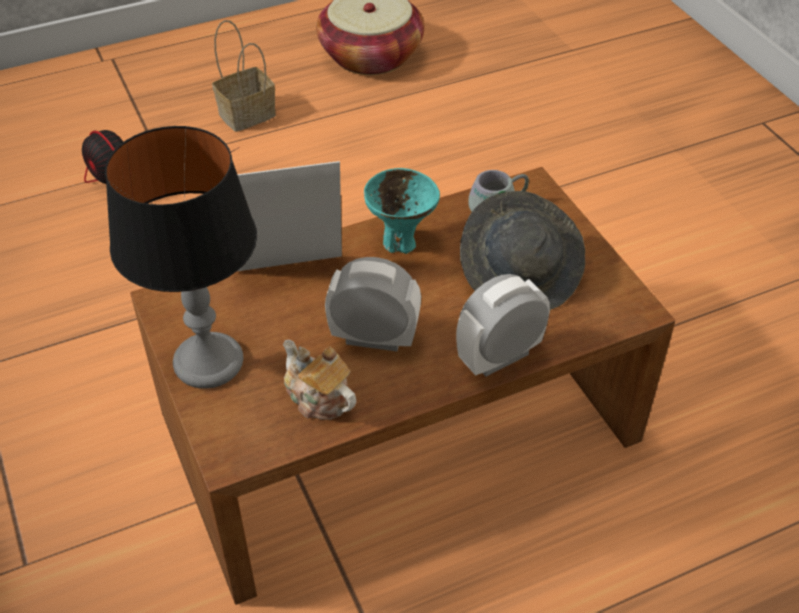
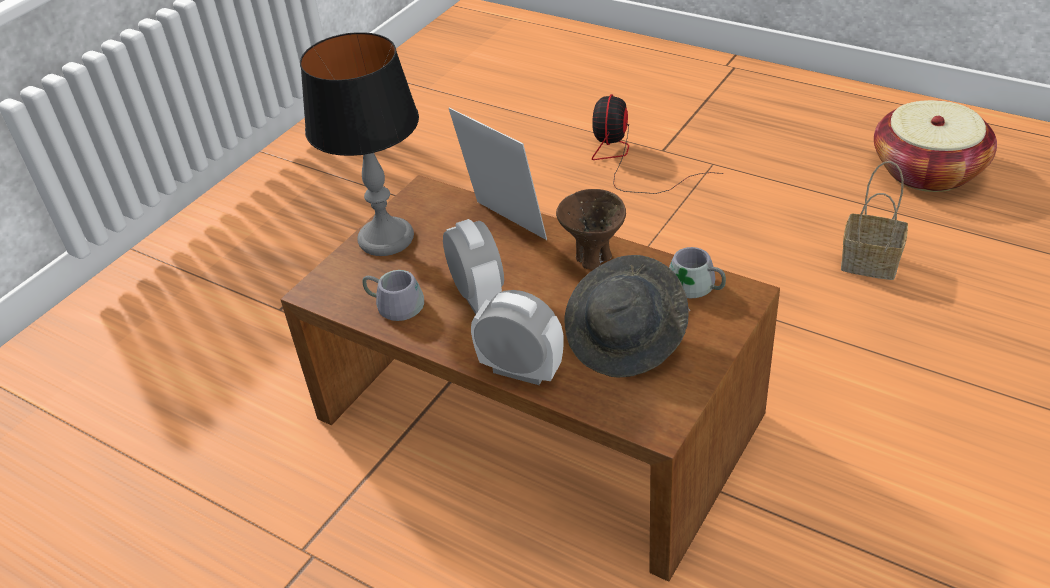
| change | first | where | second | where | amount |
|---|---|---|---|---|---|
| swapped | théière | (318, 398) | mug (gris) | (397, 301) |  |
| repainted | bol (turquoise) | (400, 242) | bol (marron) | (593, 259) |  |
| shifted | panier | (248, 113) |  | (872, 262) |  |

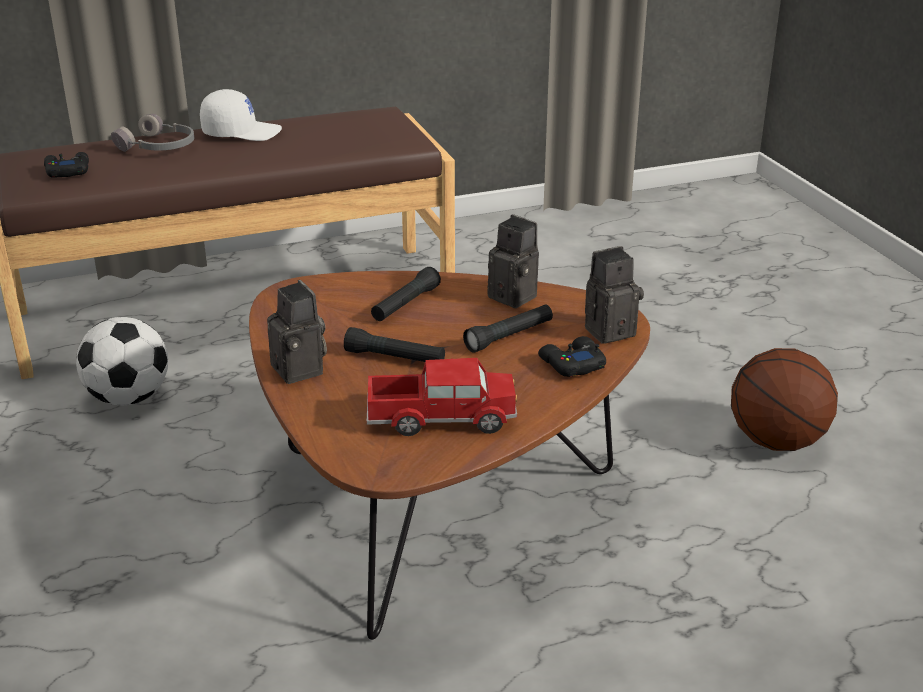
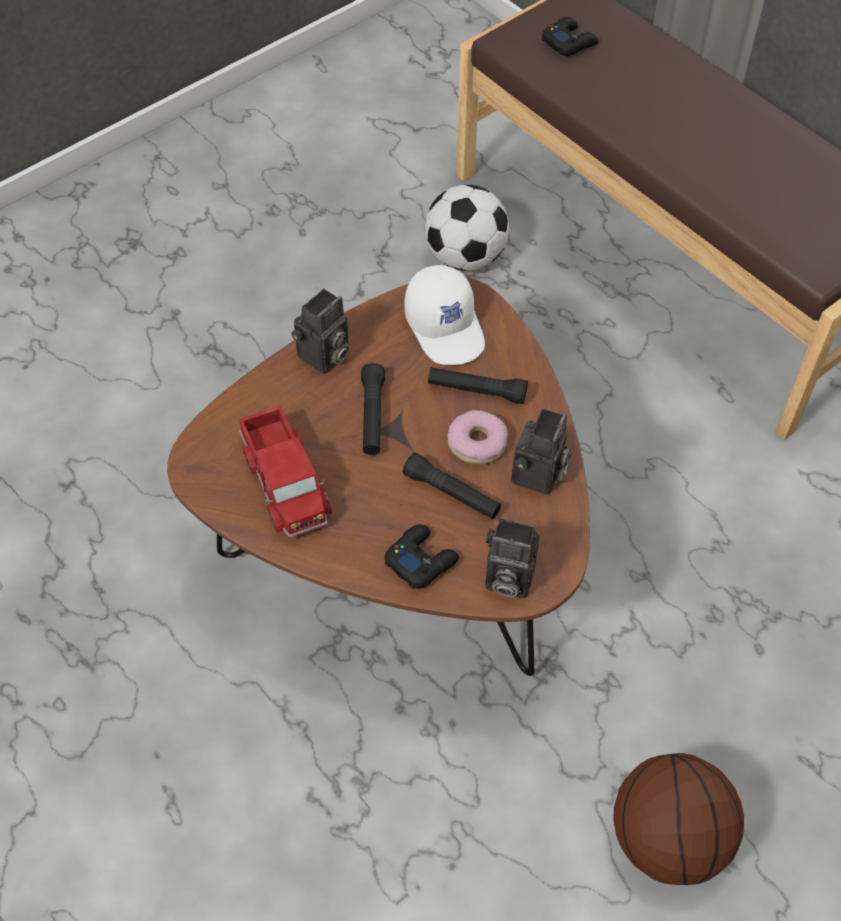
| change | first | where | second | where | amount |
|---|---|---|---|---|---|
| shifted | casquette (blanc) | (241, 132) |  | (446, 327) |  |
| new |  |  | beignet | (477, 443) |  |
| rotated | appareil photo | (610, 330) |  | (506, 579) | 150 degrees clockwise |
| gone | casque audio (gris) | (158, 147) |  |  |  |

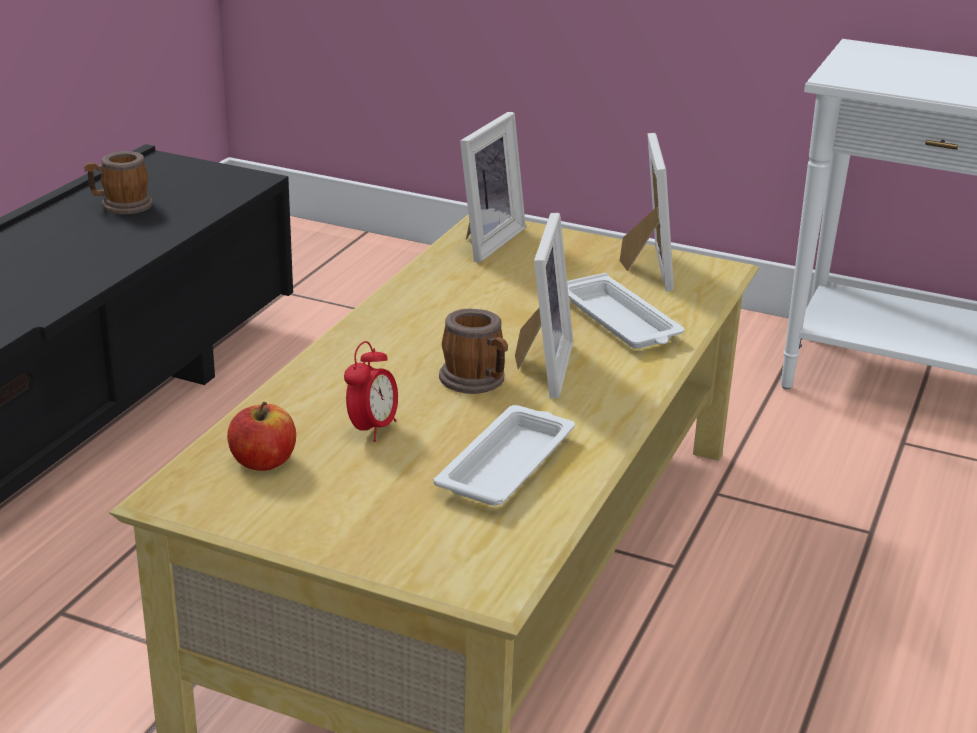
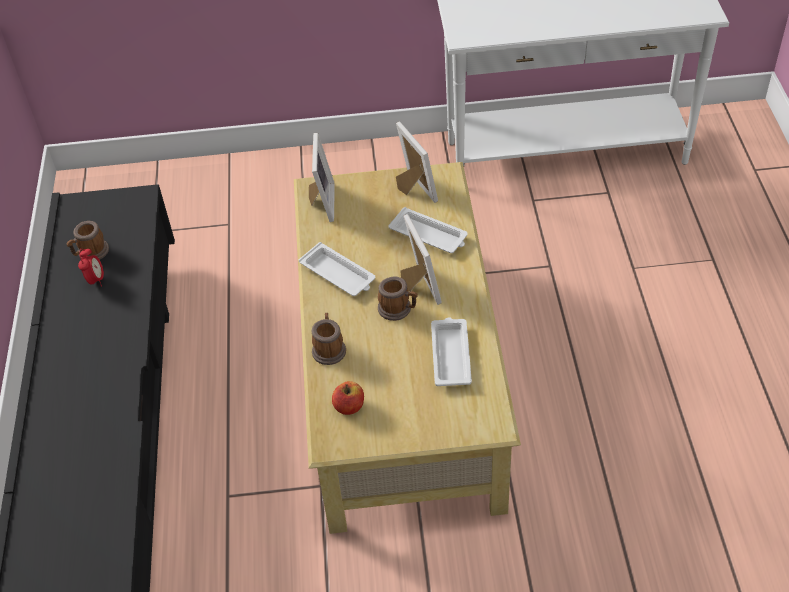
| change | first | where | second | where | amount |
|---|---|---|---|---|---|
| shifted | réveil | (372, 429) |  | (96, 280) |  |
| new |  |  | plateau (blanc) | (338, 274) |  |
| new |  |  | mug | (329, 348) |  |

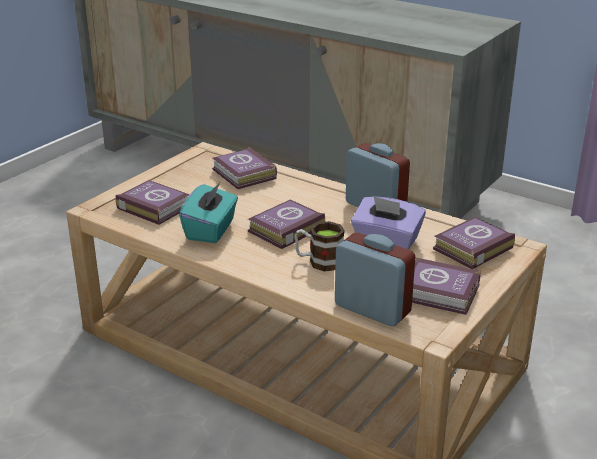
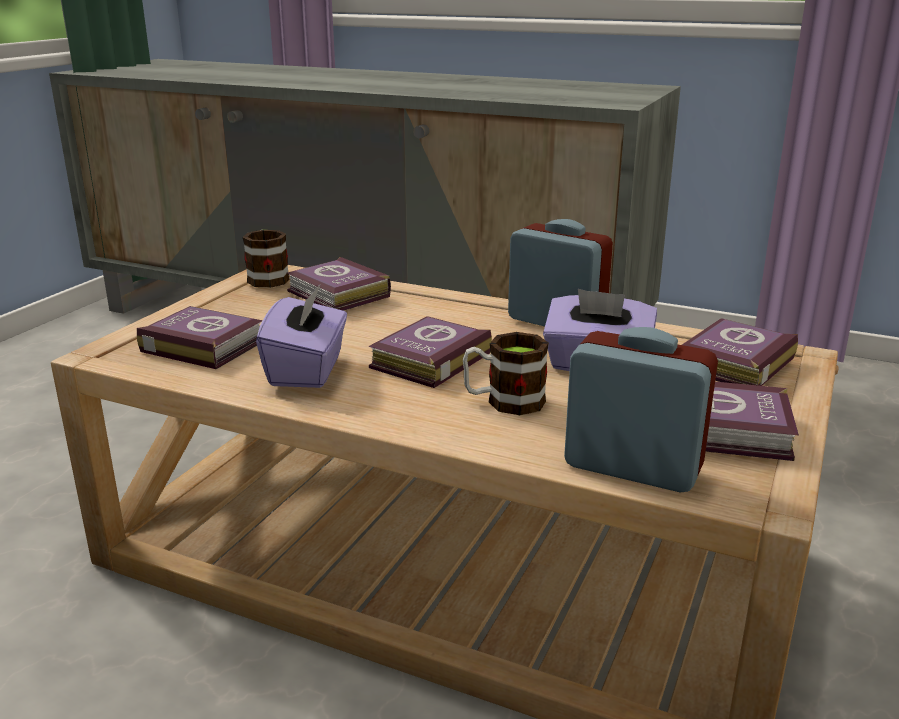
| change | first | where | second | where | amount |
|---|---|---|---|---|---|
| new |  |  | mug | (267, 277) |  |
| repainted | boîte à mouchoirs (turquoise) | (211, 230) | boîte à mouchoirs (violet) | (307, 370) |  |

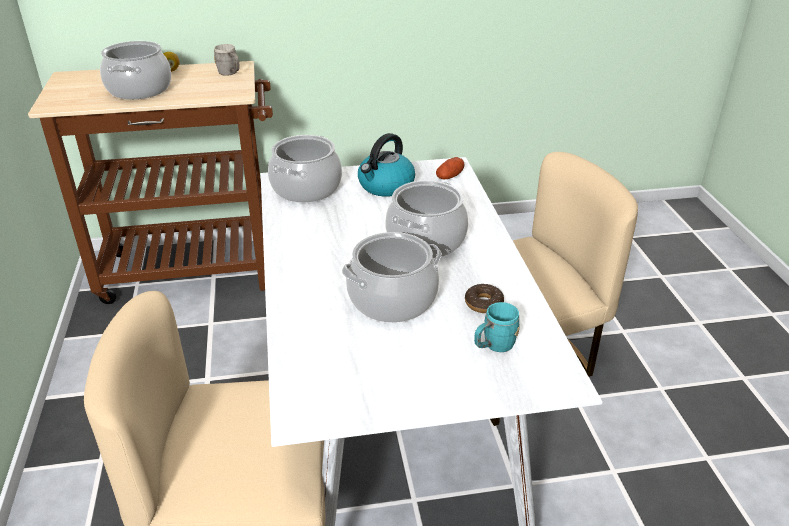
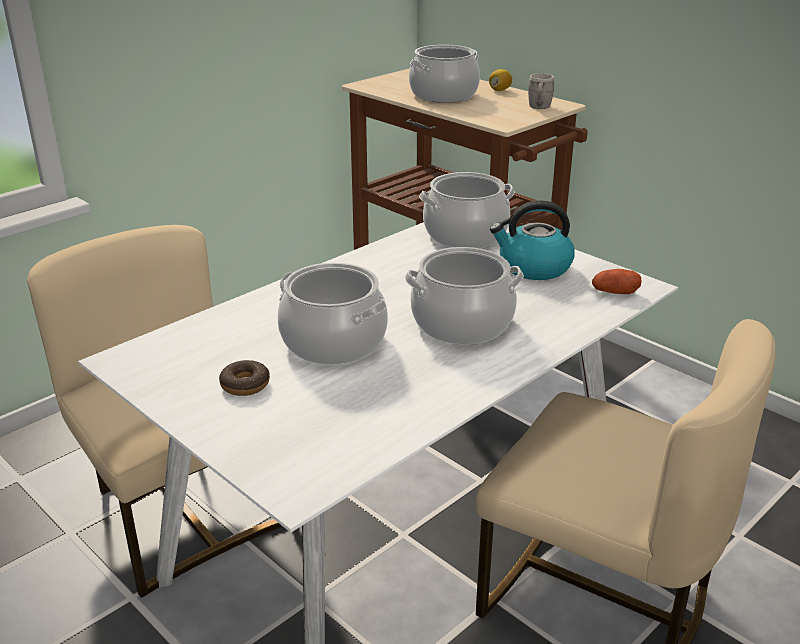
| change | first | where | second | where | amount |
|---|---|---|---|---|---|
| shifted | beignet | (483, 303) |  | (245, 385) |  |
| gone | mug (turquoise) | (494, 346) |  |  |  |

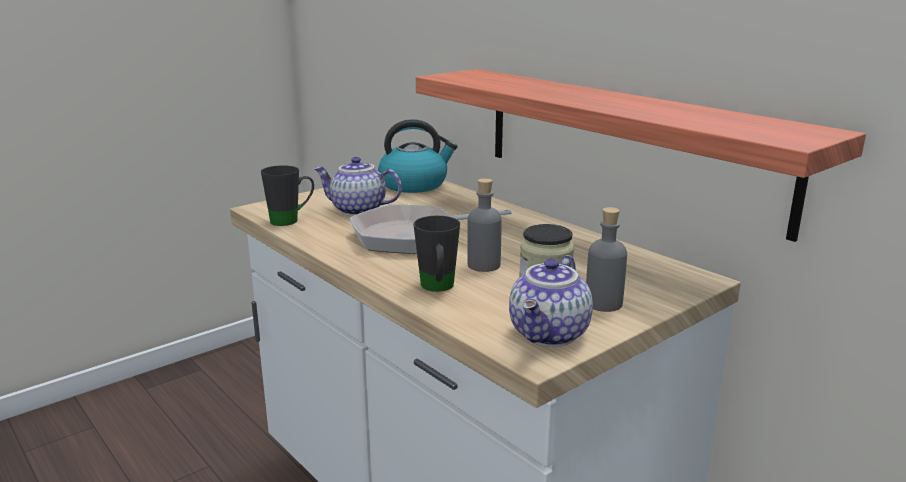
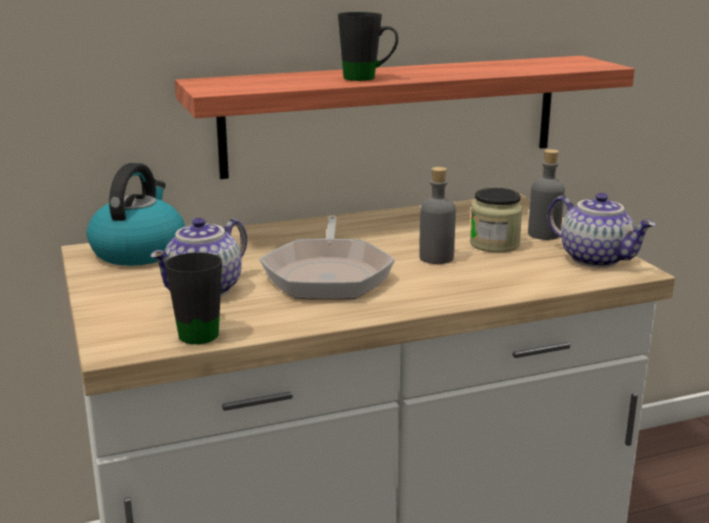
| change | first | where | second | where | amount |
|---|---|---|---|---|---|
| shifted | mug (noir) | (438, 289) |  | (368, 78) |  |

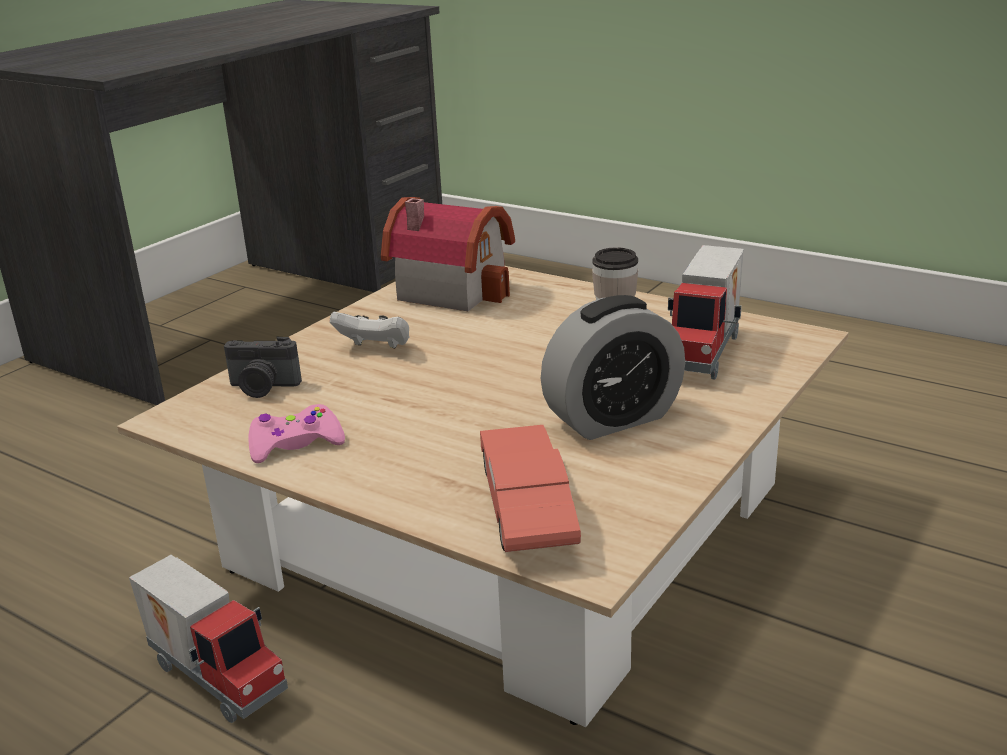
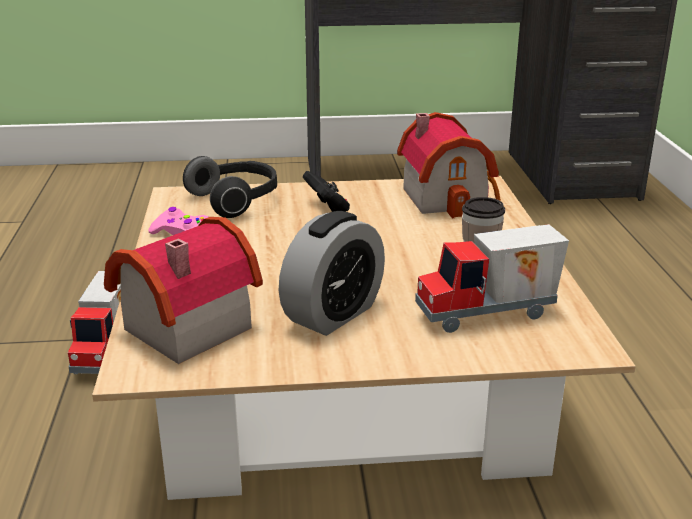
| change | first | where | second | where | amount |
|---|---|---|---|---|---|
| swapped | petite voiture (rouge) | (527, 509) | maison miniature | (180, 327) |  |
| swapped | appareil photo | (263, 387) | casque audio | (236, 201) |  |
| rotated | réveil | (613, 418) |  | (333, 314) | 75 degrees counterclockwise |
| repainted | manette (blanc) | (375, 348) | manette (noir) | (327, 208) |  |

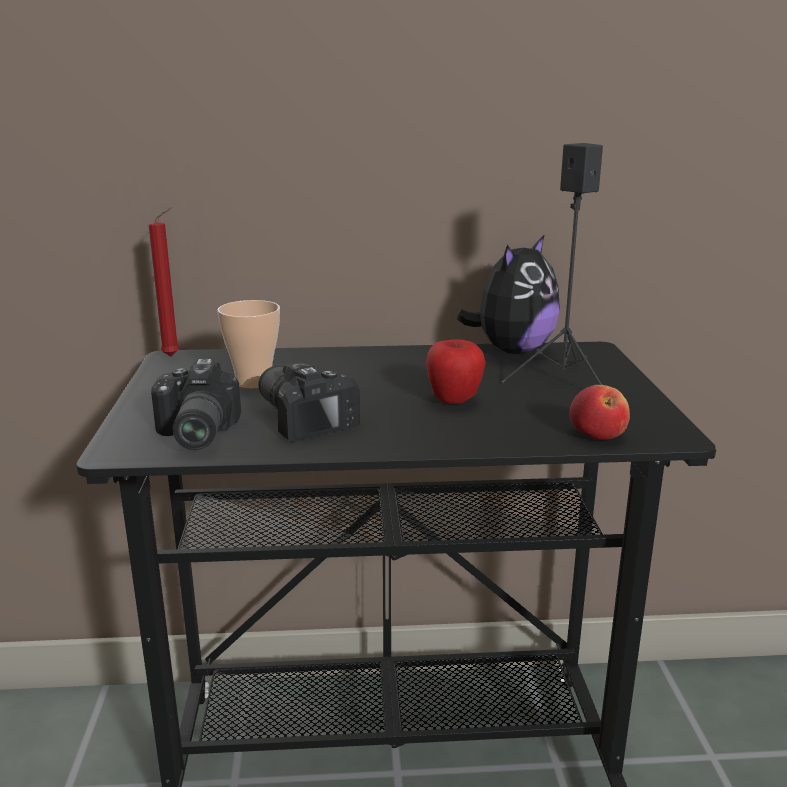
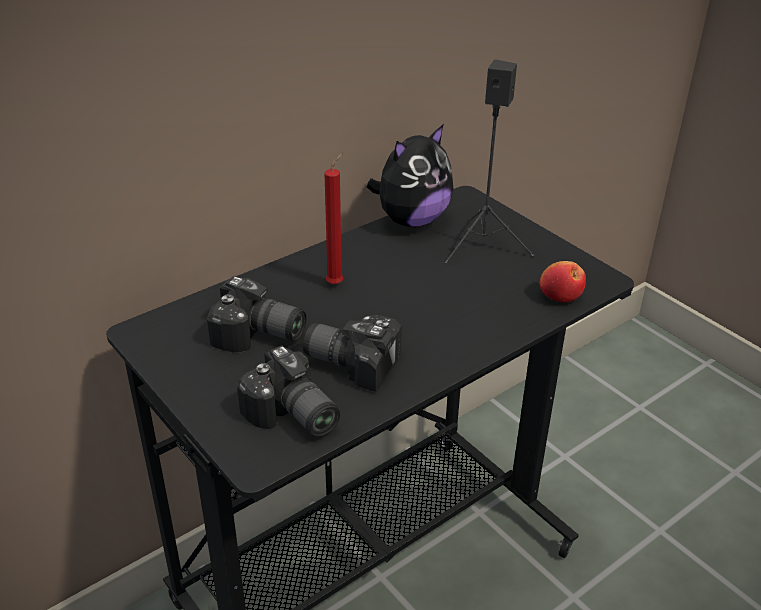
| change | first | where | second | where | amount |
|---|---|---|---|---|---|
| swapped | tasse | (253, 382) | appareil photo | (259, 336) |  |
| shifted | bougie (rouge) | (174, 356) |  | (337, 283) |  |
| rotated | peluche | (512, 350) |  | (411, 220) | 45 degrees clockwise |
| gone | pomme | (454, 400) |  |  |  |

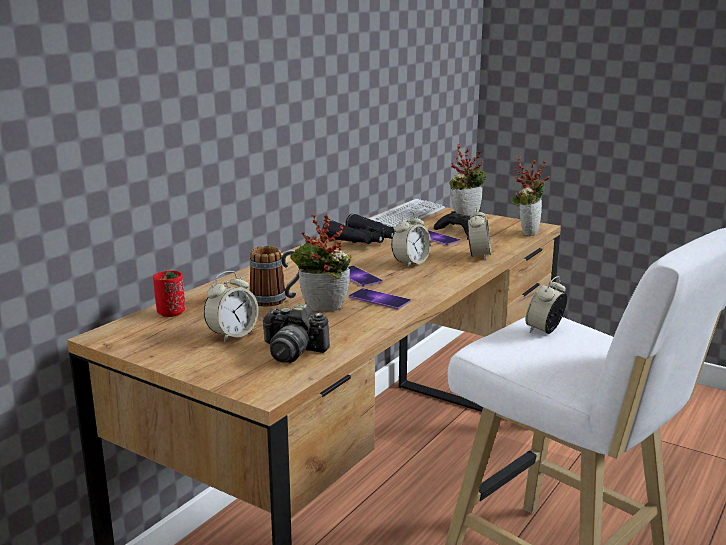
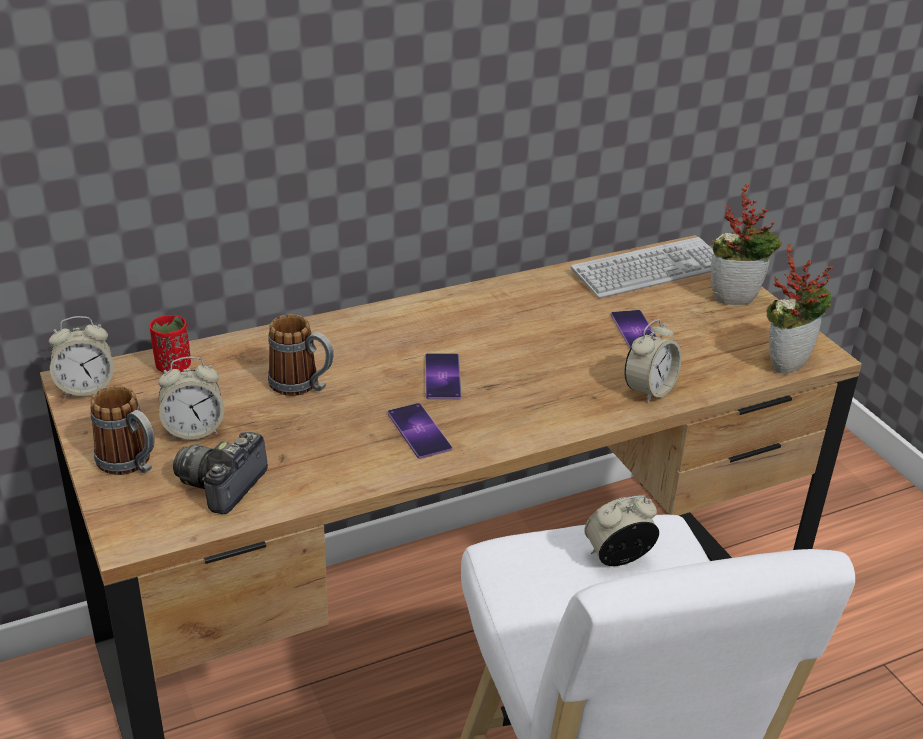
| change | first | where | second | where | amount |
|---|---|---|---|---|---|
| shifted | réveil | (410, 263) |  | (86, 388) |  |
| new |  |  | mug | (131, 465) |  |
| rotated | appareil photo | (293, 351) |  | (223, 485) | 60 degrees clockwise |
| gone | plante en pot | (322, 310) |  |  |  |
| gone | jumelles (noir) | (363, 241) |  |  |  |
| gone | manette (noir) | (458, 229) |  |  |  |

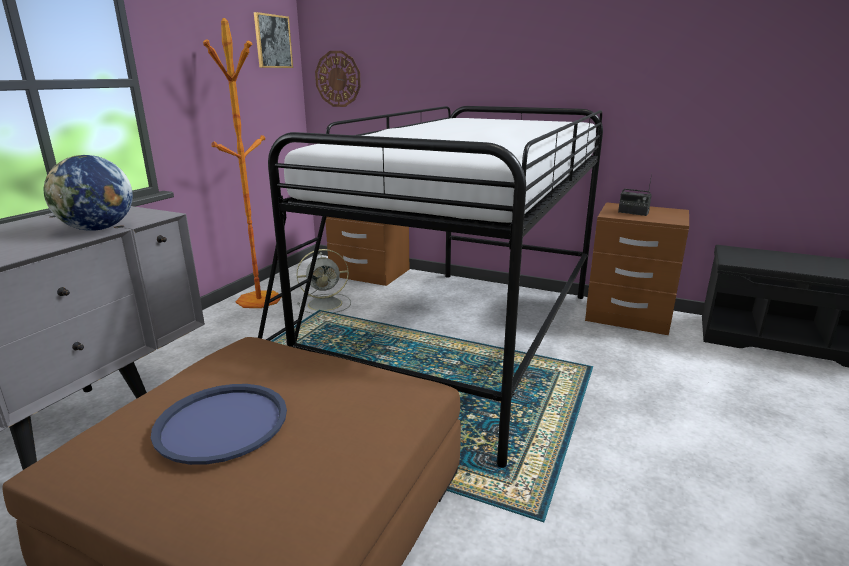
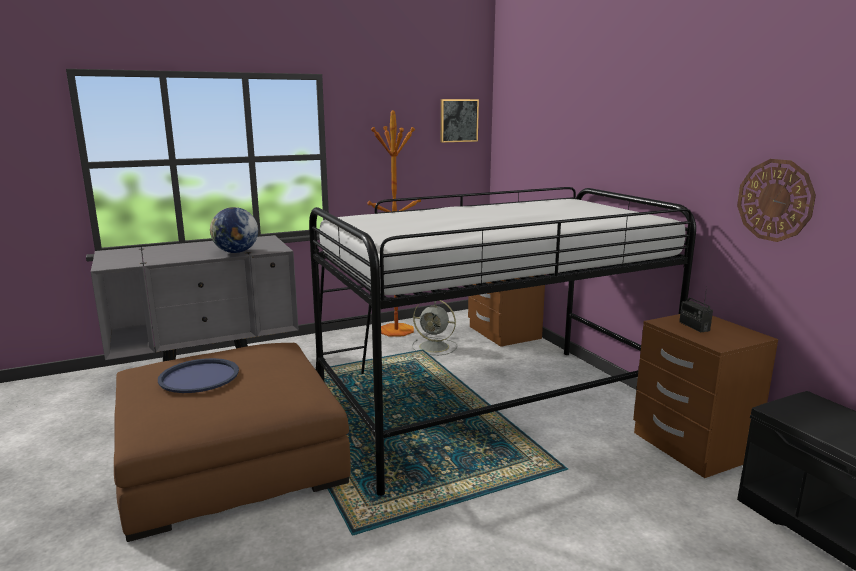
| change | first | where | second | where | amount |
|---|---|---|---|---|---|
| shifted | horloge murale | (338, 79) |  | (775, 200) |  |

